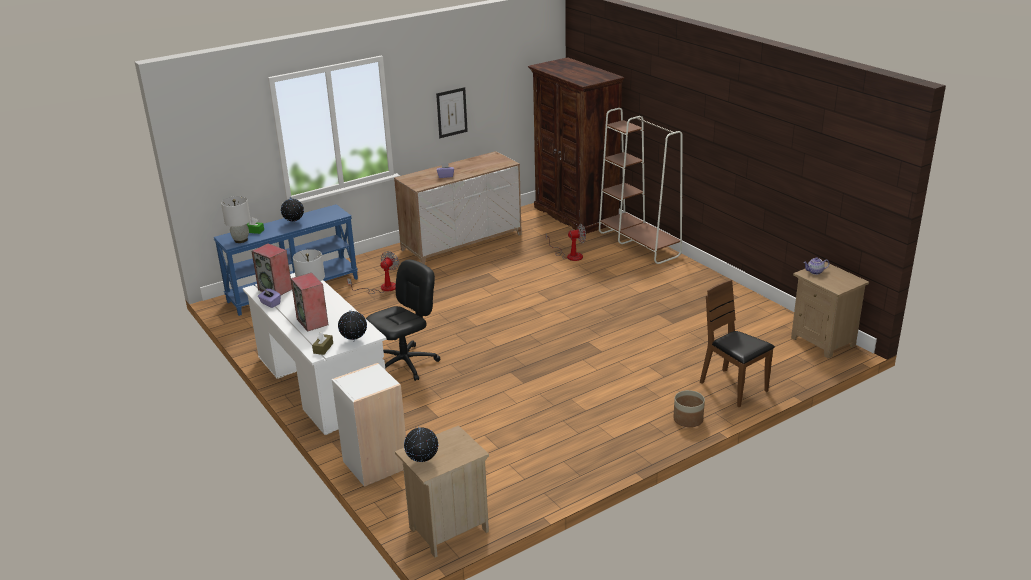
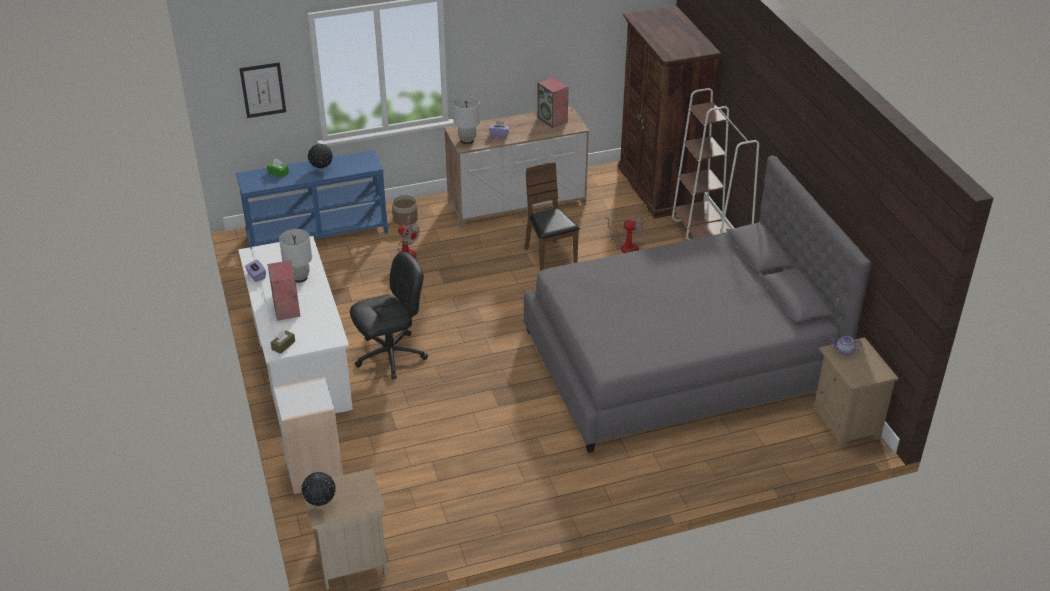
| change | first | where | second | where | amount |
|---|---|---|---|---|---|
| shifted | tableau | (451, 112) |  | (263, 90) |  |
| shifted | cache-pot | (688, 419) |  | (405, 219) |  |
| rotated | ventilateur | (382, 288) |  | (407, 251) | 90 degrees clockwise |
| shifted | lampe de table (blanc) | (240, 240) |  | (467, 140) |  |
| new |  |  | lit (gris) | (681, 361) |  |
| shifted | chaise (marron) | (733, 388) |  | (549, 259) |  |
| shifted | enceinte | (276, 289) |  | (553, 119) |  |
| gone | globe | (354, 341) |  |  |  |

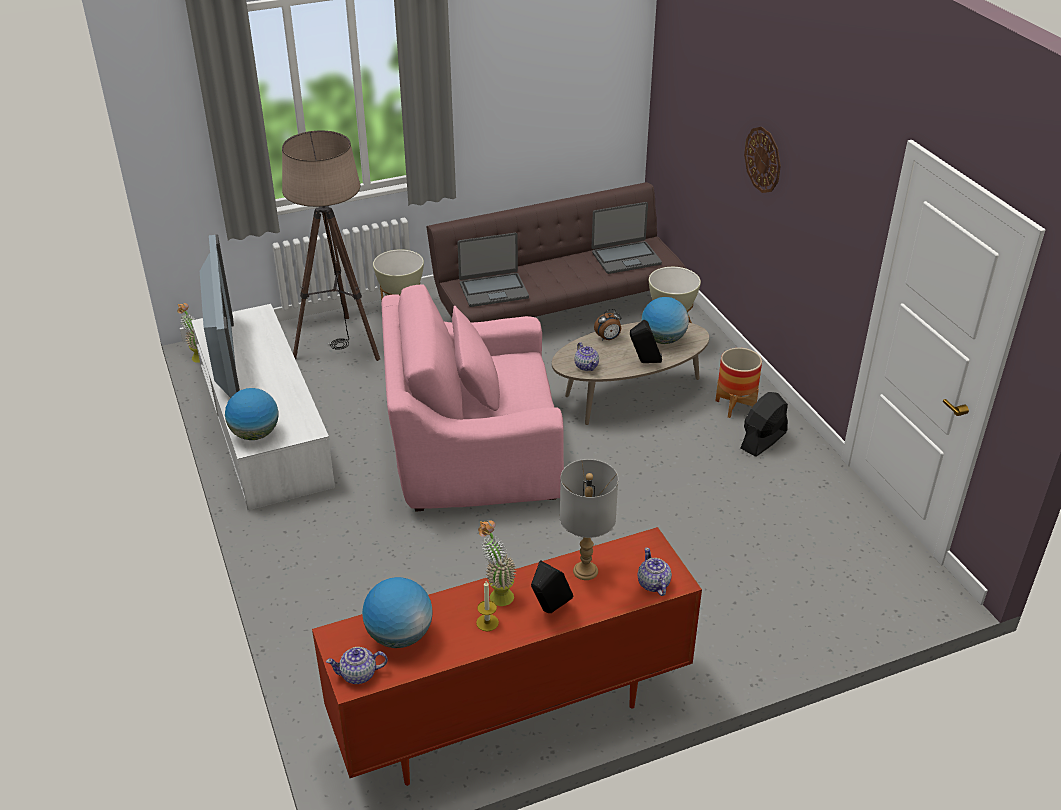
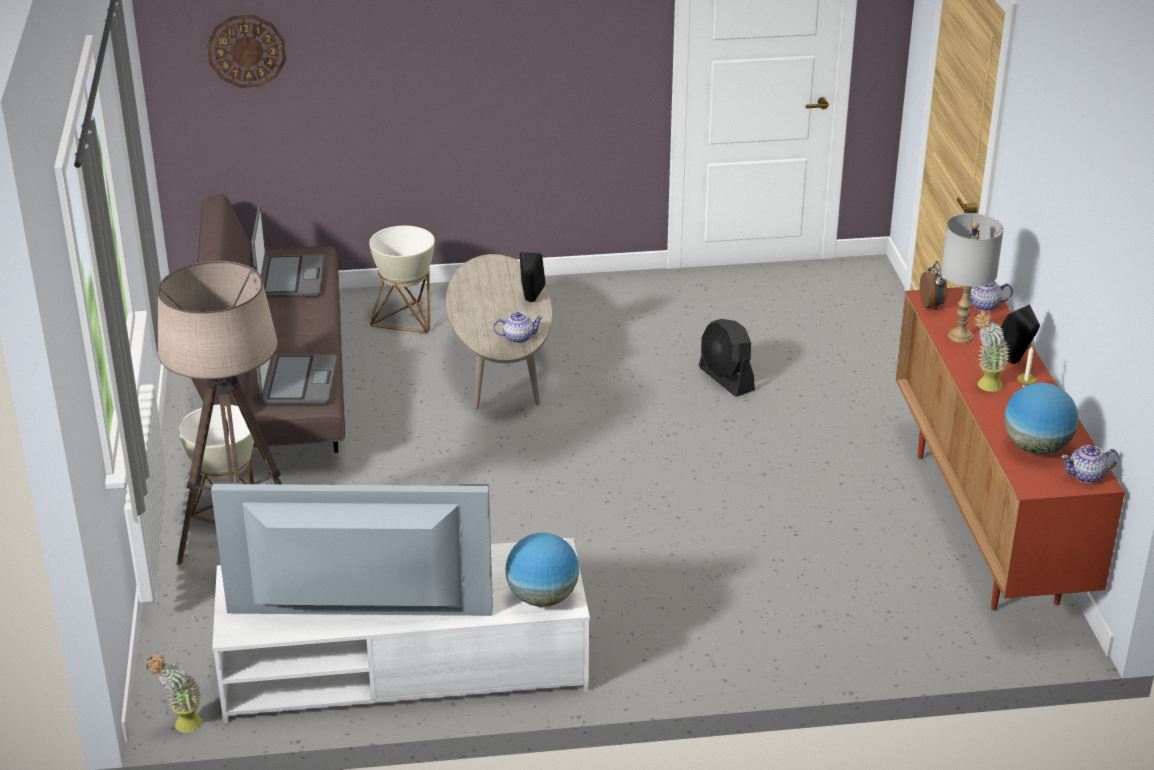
| change | first | where | second | where | amount |
|---|---|---|---|---|---|
| shifted | horloge murale | (763, 159) |  | (246, 51) |  |
| shifted | ventilateur (noir) | (763, 440) |  | (726, 379) |  |
| shifted | réveil | (608, 338) |  | (932, 305) |  |
| rotated | théière | (359, 674) |  | (1087, 476) | 75 degrees clockwise |
| gone | fauteuil (rose) | (471, 451) |  |  |  |
| gone | globe | (663, 339) |  |  |  |
| gone | cache-pot | (735, 406) |  |  |  |

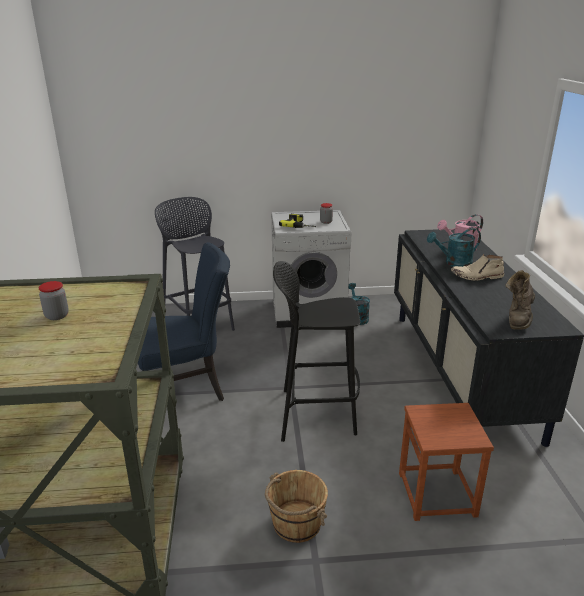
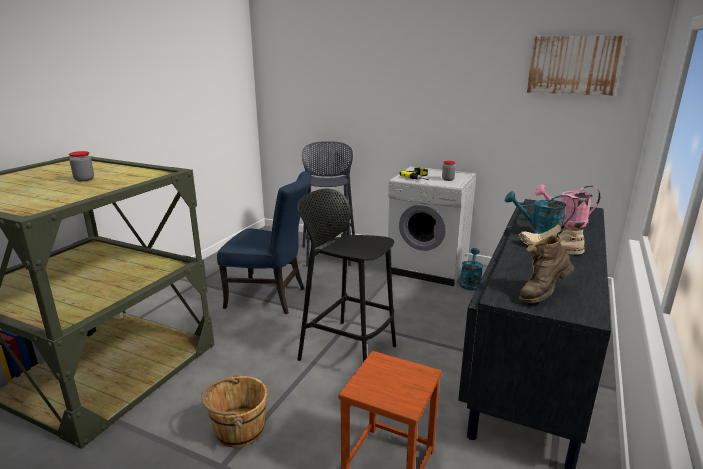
| change | first | where | second | where | amount |
|---|---|---|---|---|---|
| new |  |  | tableau | (573, 65) |  |

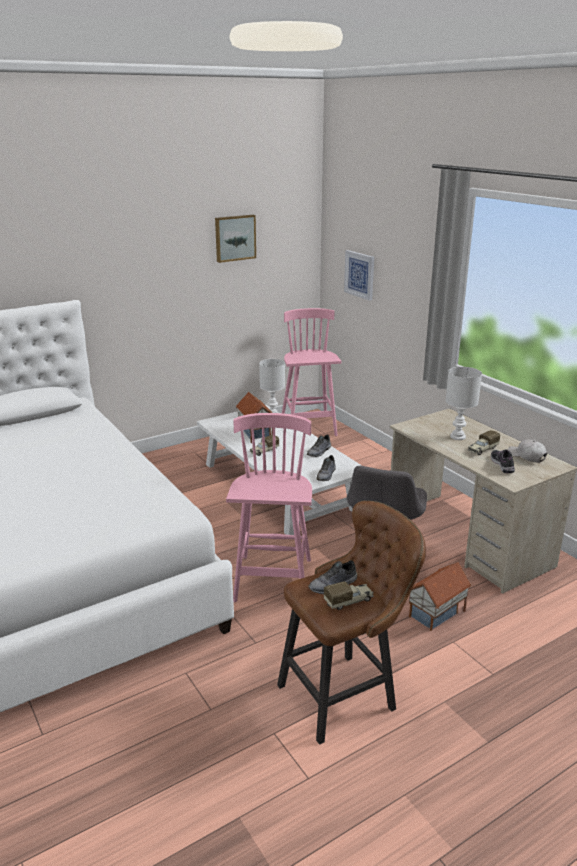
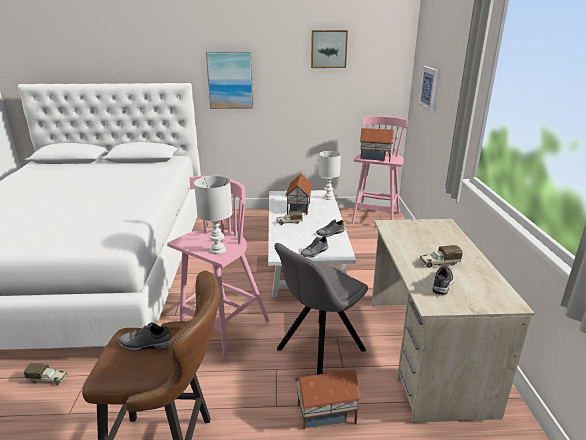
| change | first | where | second | where | amount |
|---|---|---|---|---|---|
| shifted | camion jouet | (349, 601) |  | (48, 379) |  |
| shifted | lampe de table (blanc) | (458, 436) |  | (218, 250) |  |
| new |  |  | tableau | (230, 80) |  |
| new |  |  | maison miniature | (375, 158) |  |
| gone | casquette (blanc) | (526, 456) |  |  |  |

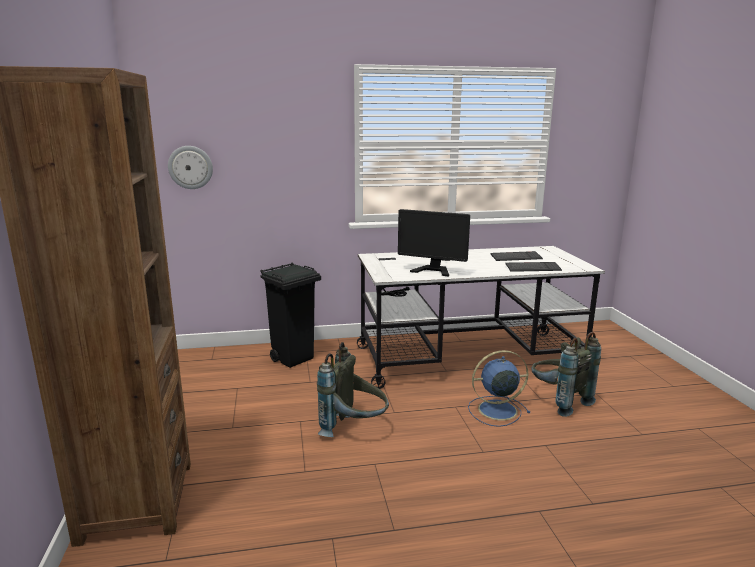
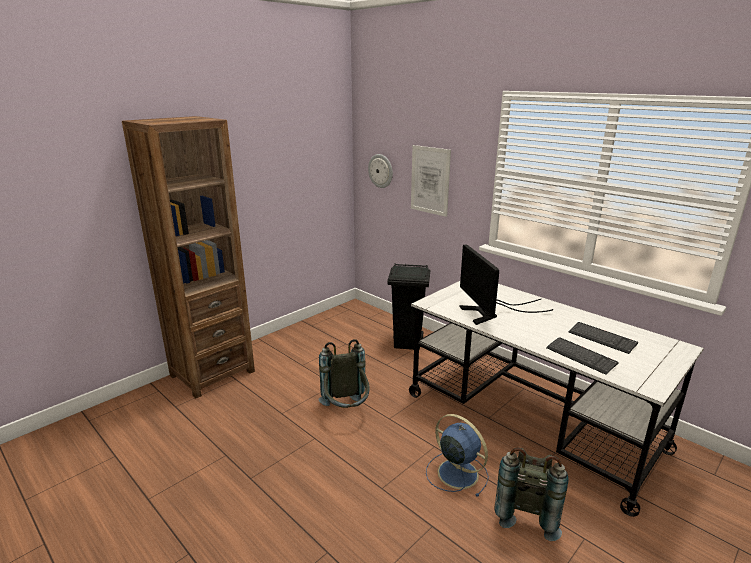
| change | first | where | second | where | amount |
|---|---|---|---|---|---|
| new |  |  | tableau | (430, 180) |  |

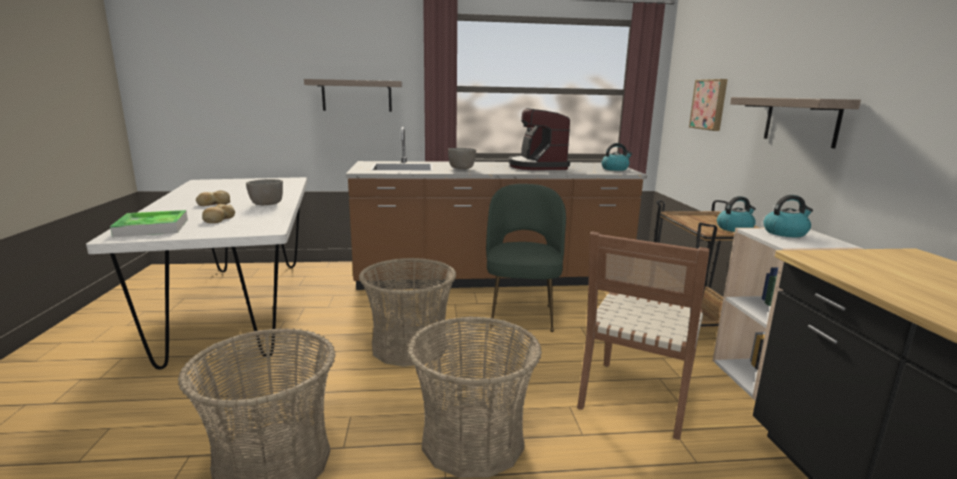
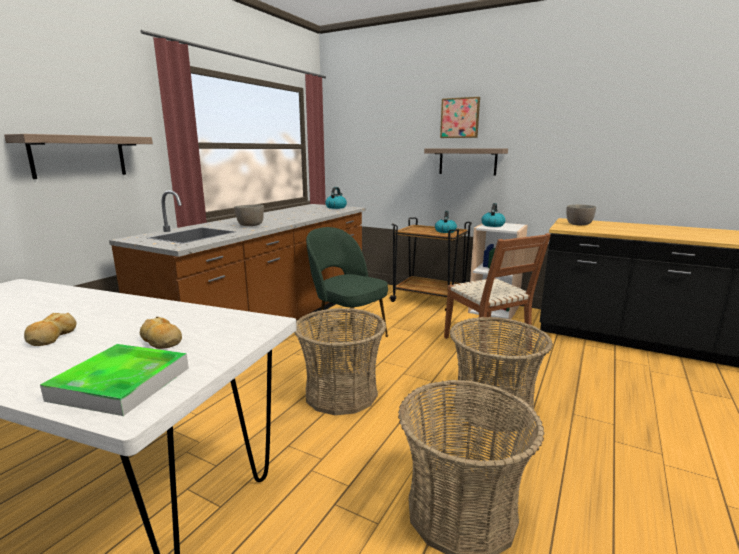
| change | first | where | second | where | amount |
|---|---|---|---|---|---|
| shifted | tableau | (709, 104) |  | (460, 118) |  |
| shifted | bol (gris) | (266, 204) |  | (578, 224) |  |
| gone | machine à café | (537, 166) |  |  |  |

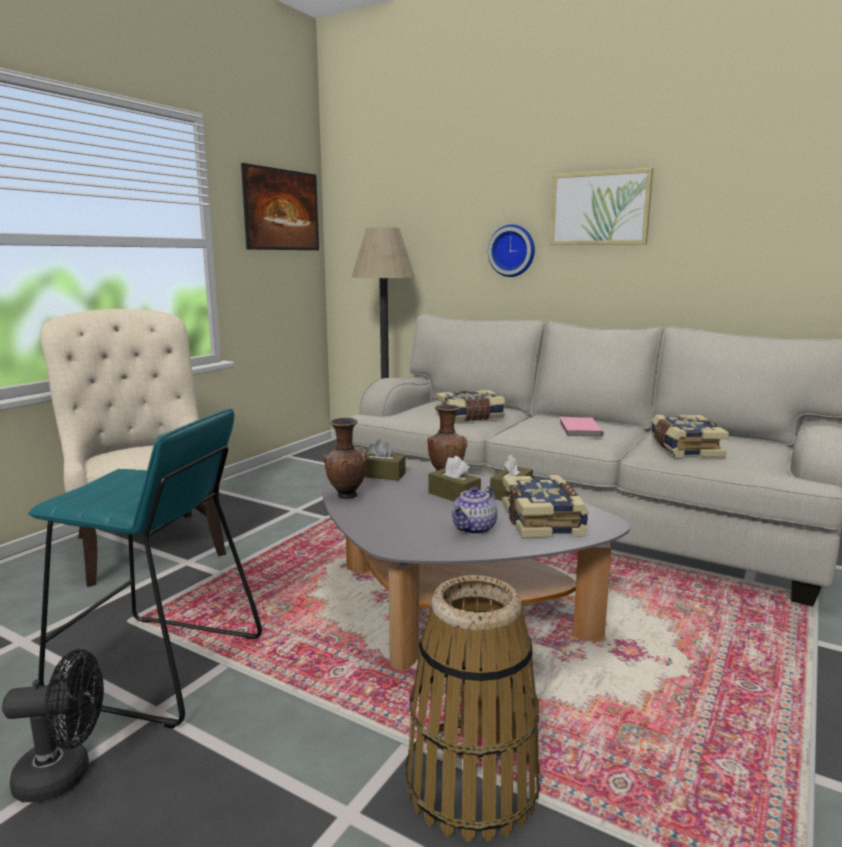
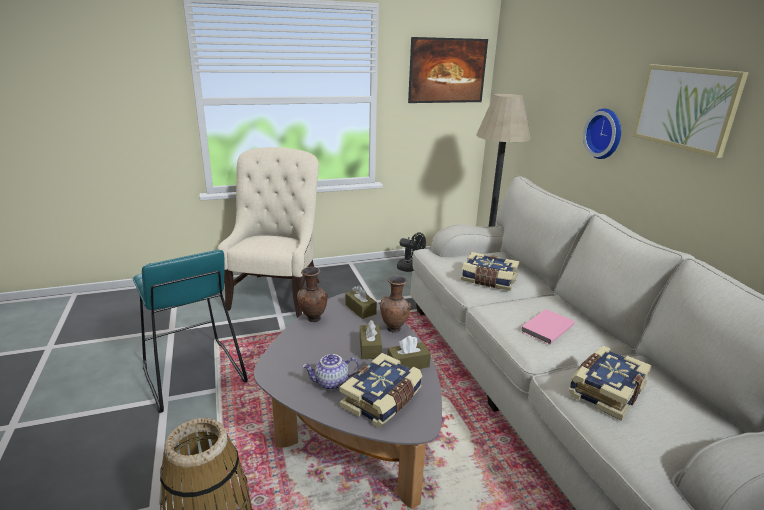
| change | first | where | second | where | amount |
|---|---|---|---|---|---|
| shifted | ventilateur (noir) | (65, 775) |  | (410, 268) |  |

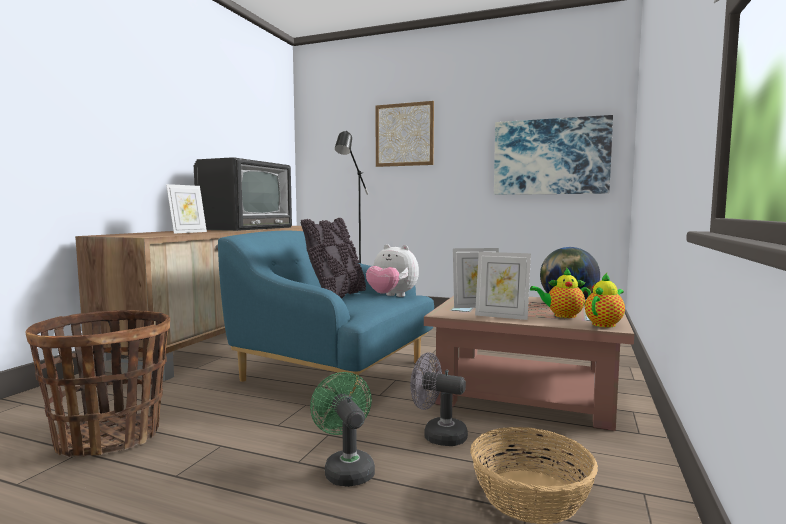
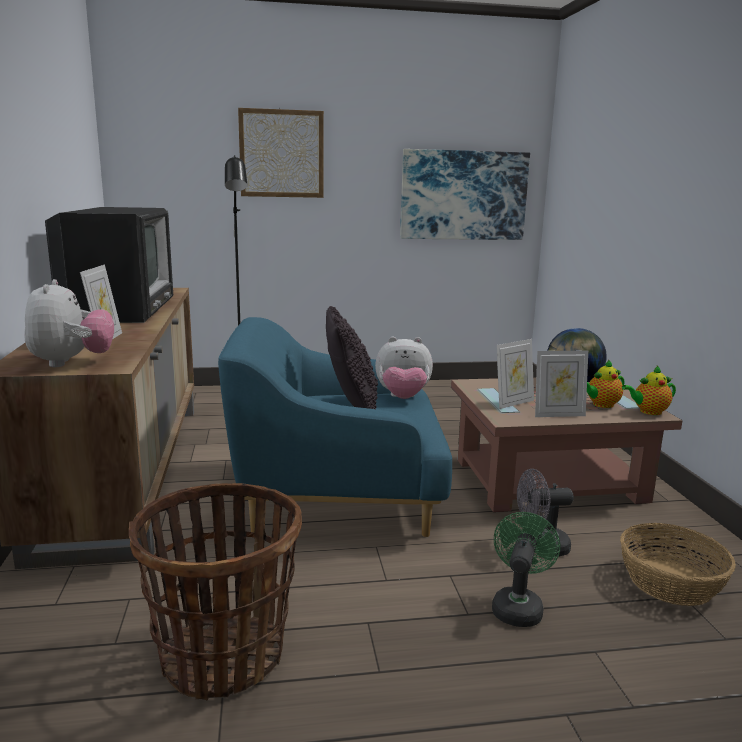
| change | first | where | second | where | amount |
|---|---|---|---|---|---|
| new |  |  | peluche | (71, 362) |  |
| rotated | ventilateur (vert) | (346, 469) |  | (518, 606) | 75 degrees clockwise |
| rotated | théière | (605, 324) |  | (648, 411) | 120 degrees counterclockwise |

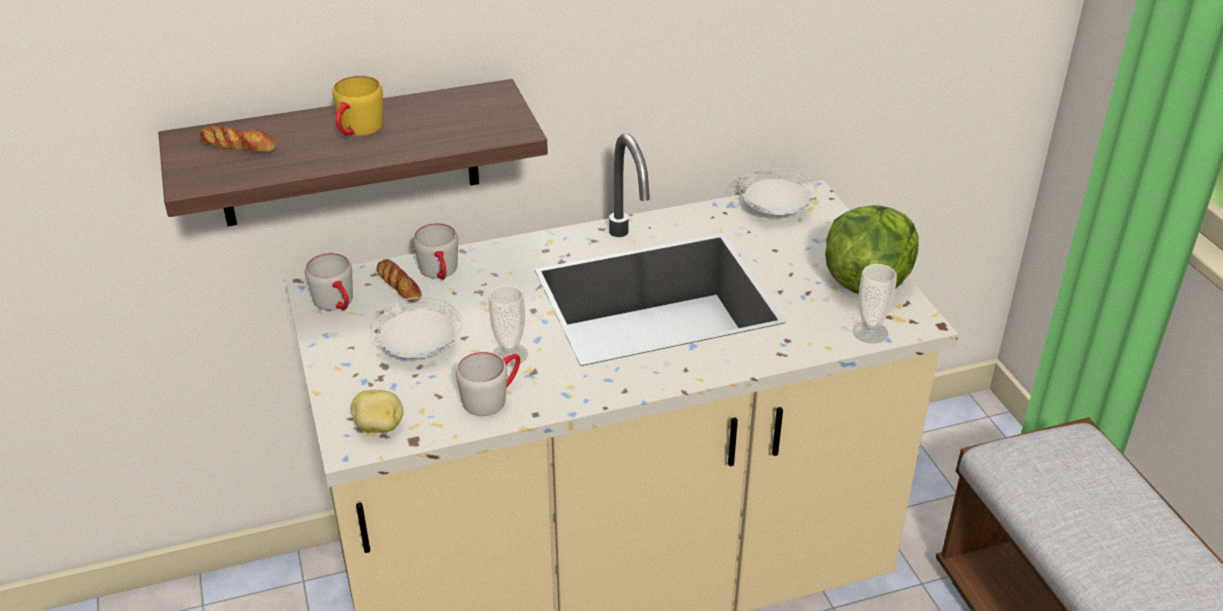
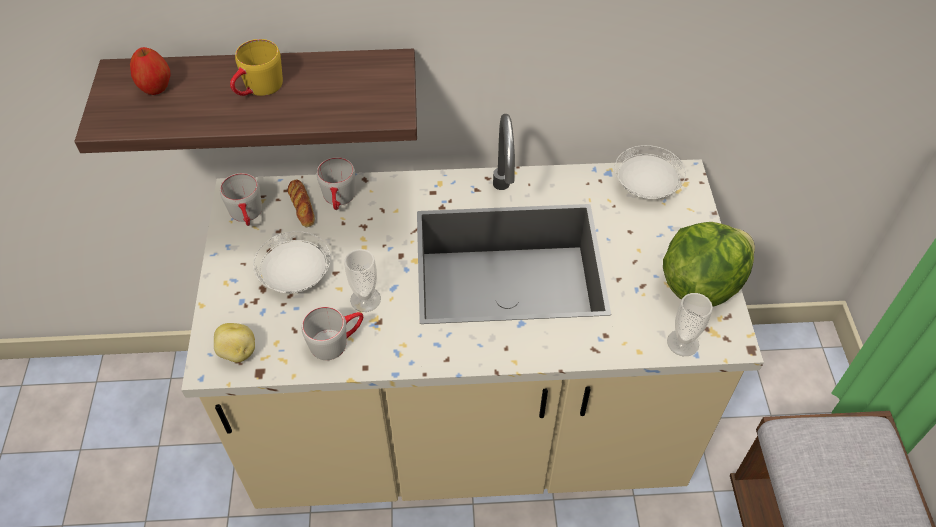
| change | first | where | second | where | amount |
|---|---|---|---|---|---|
| swapped | pain | (238, 145) | pomme | (156, 88) |  |

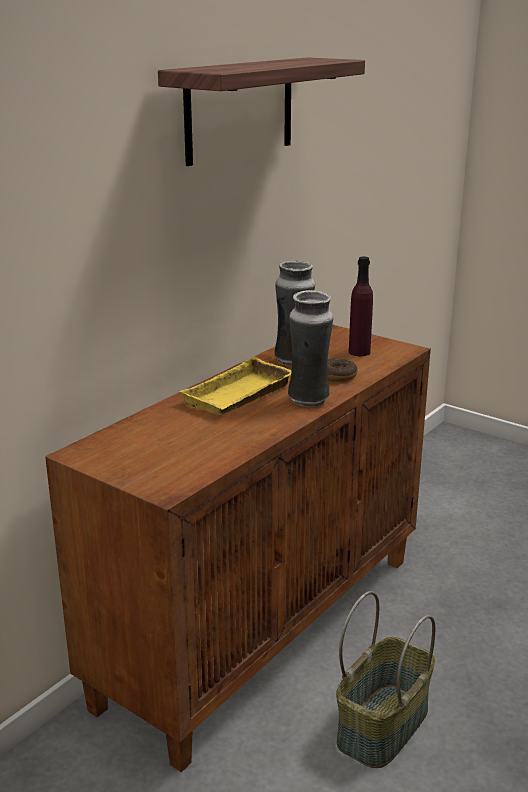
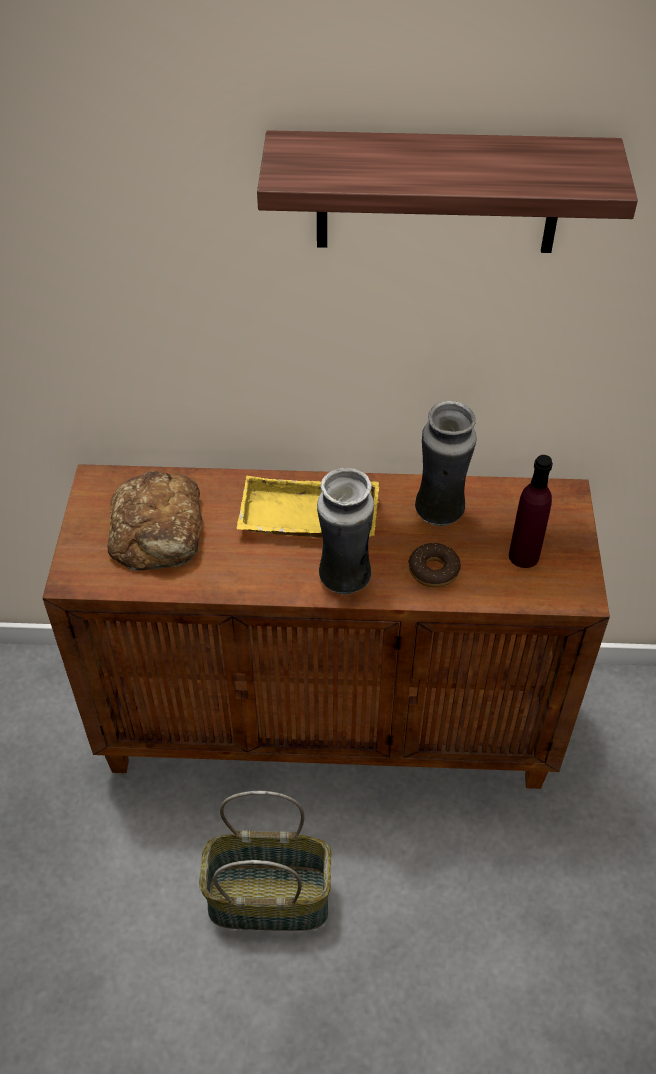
| change | first | where | second | where | amount |
|---|---|---|---|---|---|
| new |  |  | pain | (158, 530) |  |

